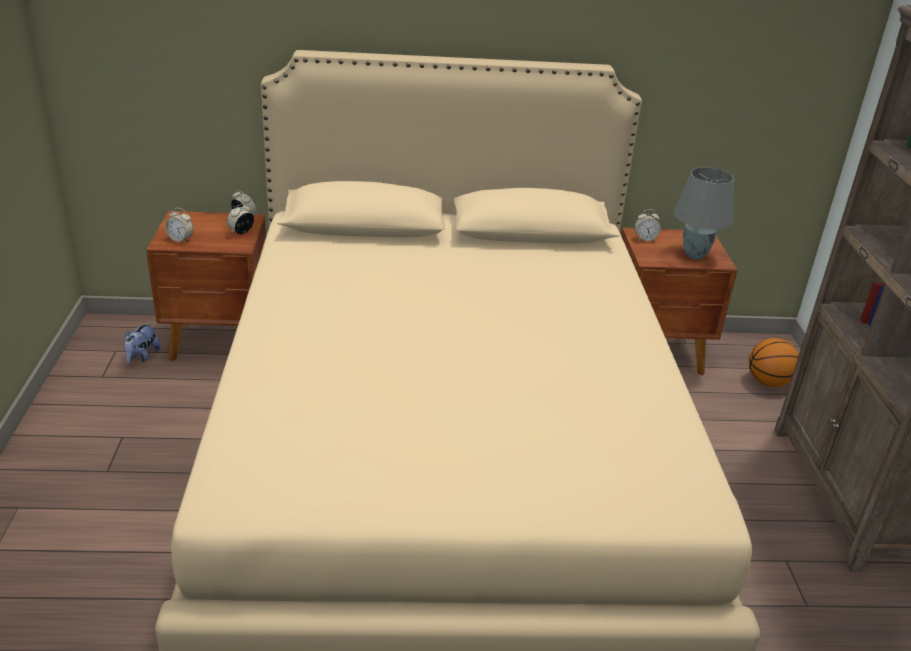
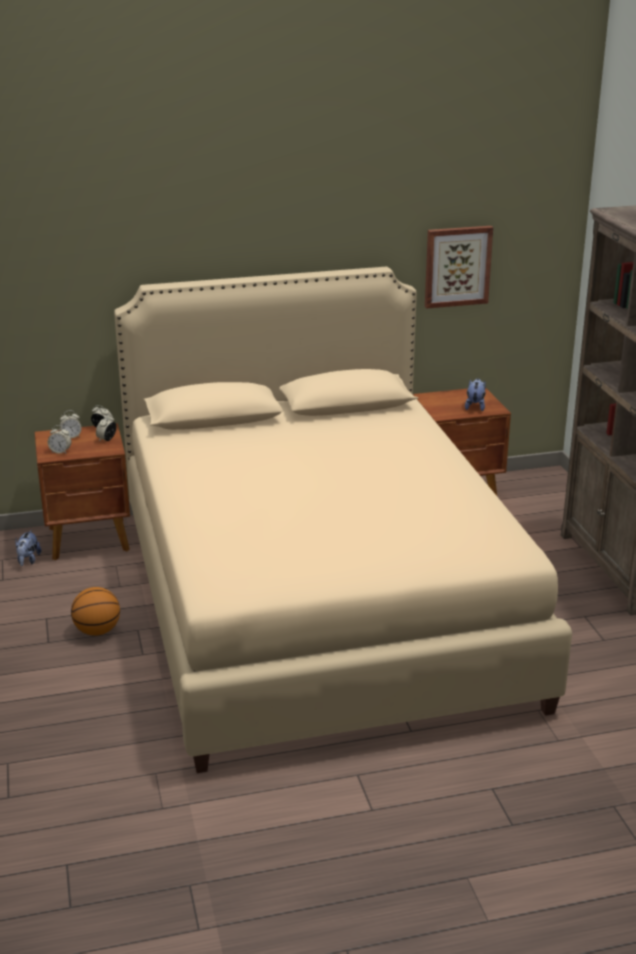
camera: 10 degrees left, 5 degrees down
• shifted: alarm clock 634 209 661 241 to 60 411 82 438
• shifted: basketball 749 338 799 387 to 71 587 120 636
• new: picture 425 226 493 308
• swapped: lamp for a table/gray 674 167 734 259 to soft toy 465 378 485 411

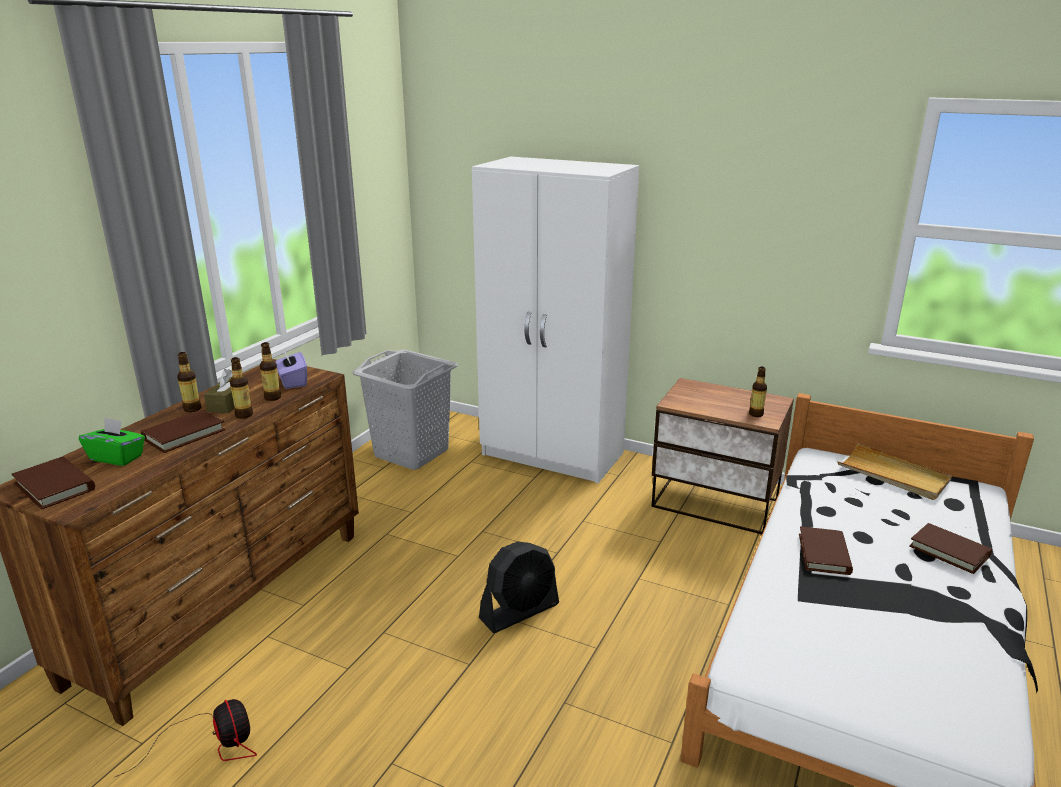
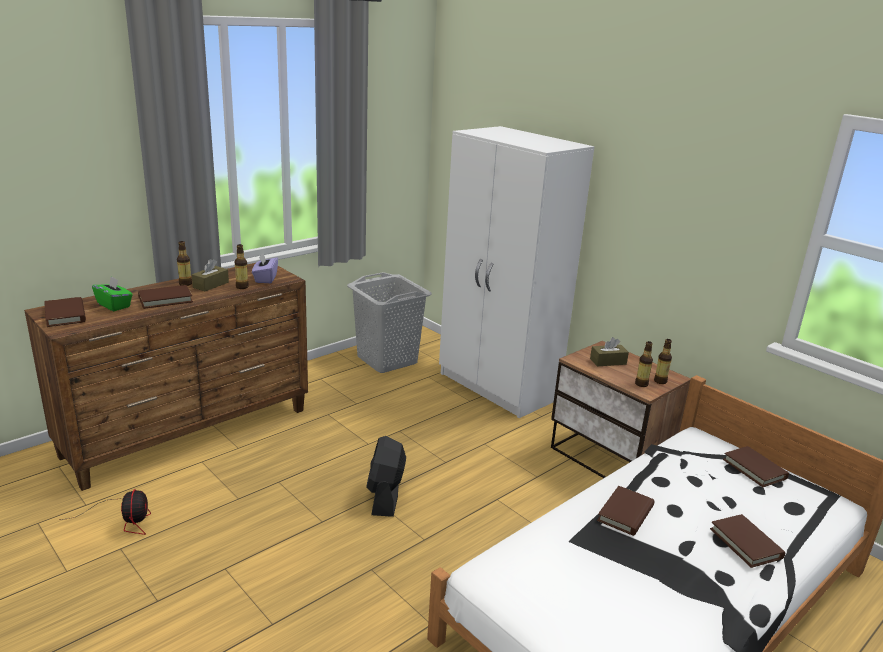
camera: 20 degrees right, 0 degrees up
• rotated: electric fan/black-coloured 479 541 559 633 = 366 436 406 517 105 degrees clockwise
• new: tissue holder/brown 590 337 629 366
• shifted: beverage bottle 230 357 253 419 to 654 339 672 384
• swapped: serving tray/sand-coloured 837 443 952 500 to volume/brown 723 446 789 487

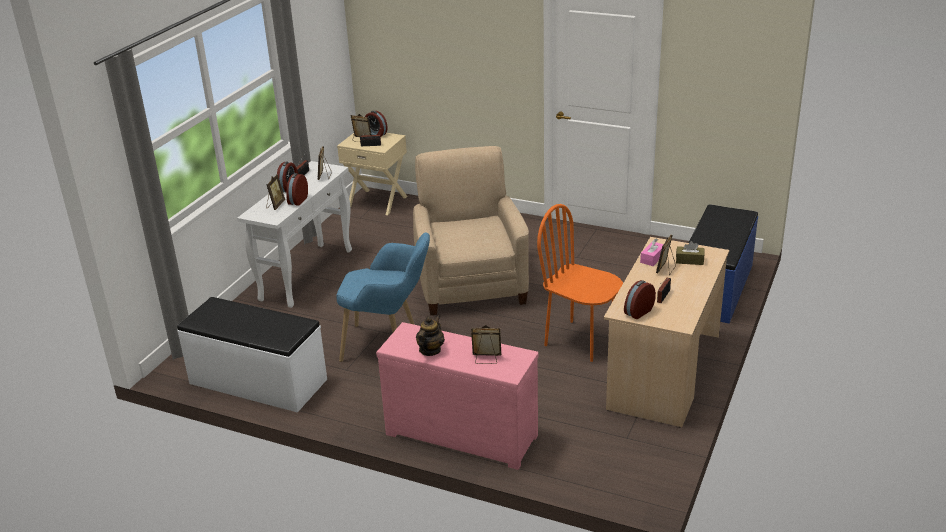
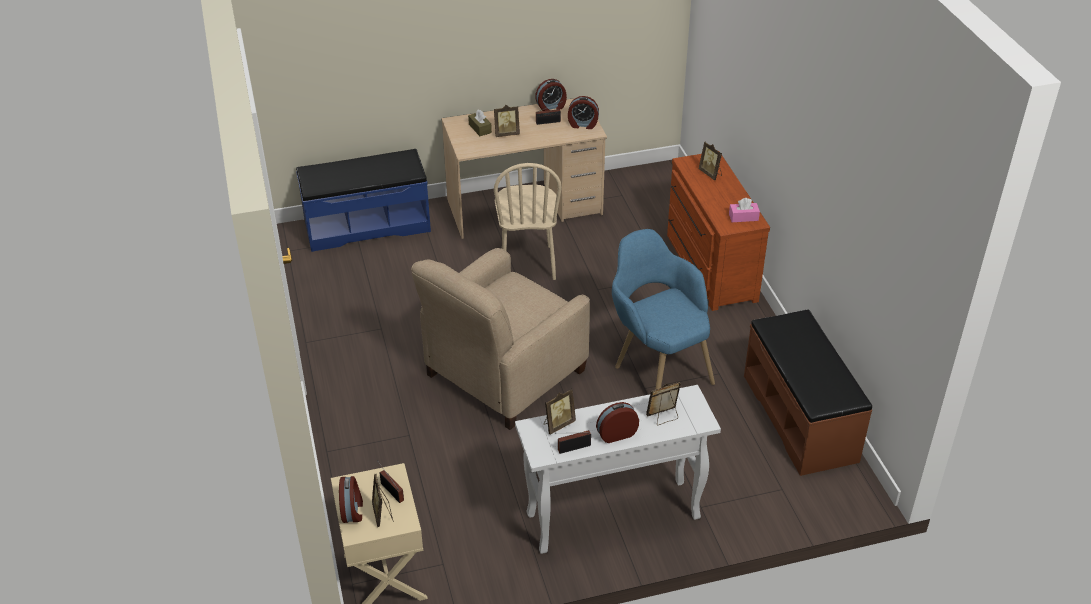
camera: 130 degrees left, 10 degrees up
• repainted: upright chair/orange-coloured 537 204 623 362 to upright chair/sand-coloured 494 163 562 280
• shifted: alarm clock 287 173 308 206 to 535 79 567 111
• repainted: chest of drawers/pink 376 322 539 470 to chest of drawers/brown 667 154 770 311
• shifted: tissue holder/pink 640 239 664 266 to 729 198 760 222
• repainted: long seat/white 177 297 327 413 to long seat/brown 744 310 872 476
• gone: pot for tea 416 315 445 356

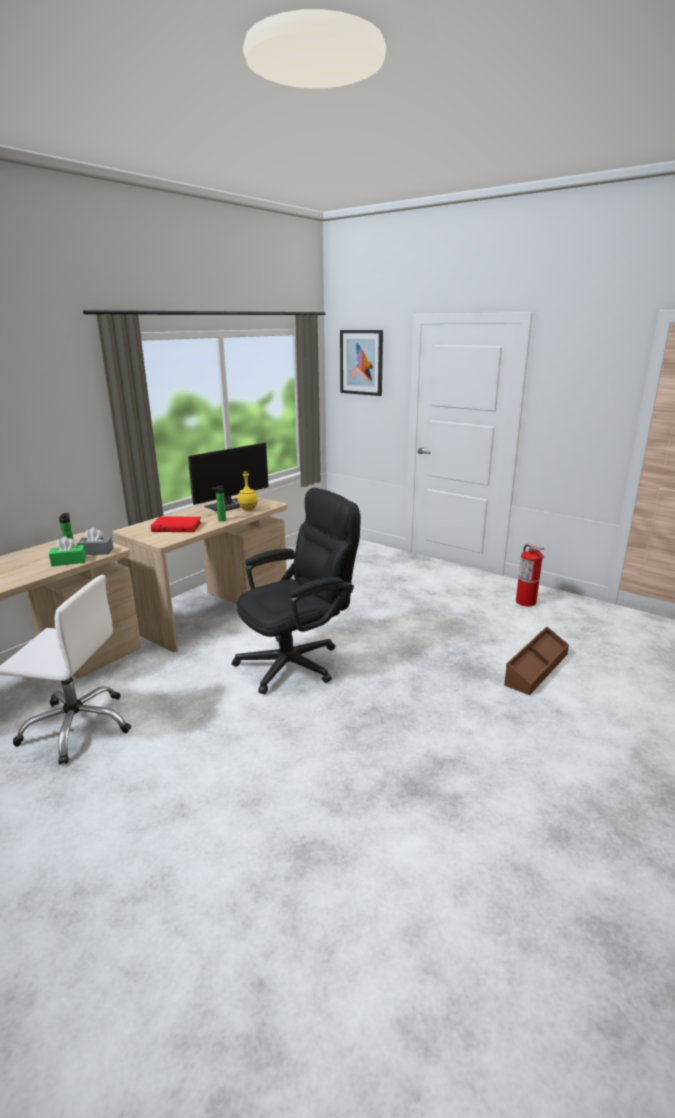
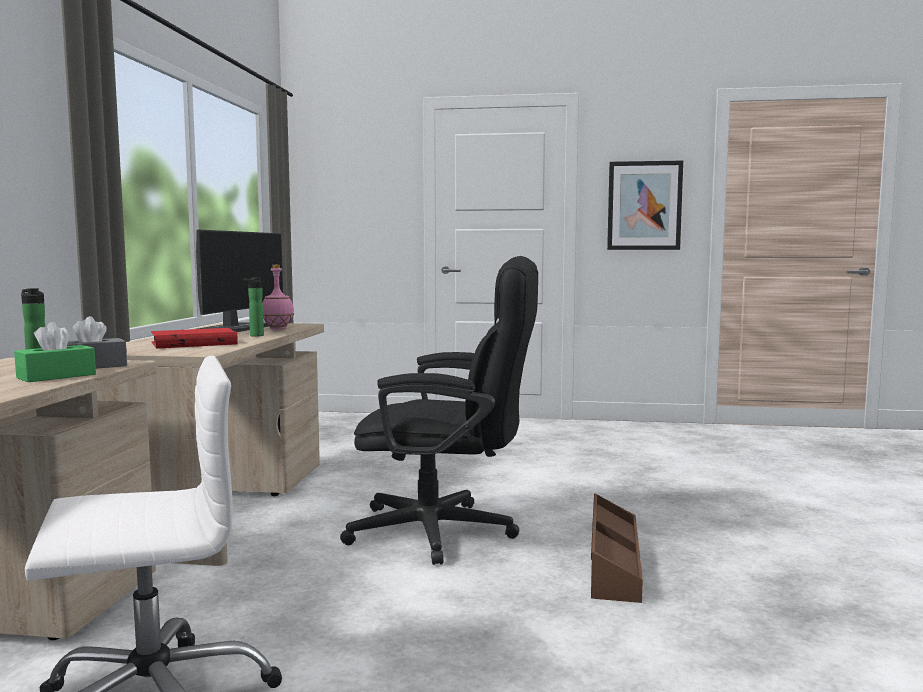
camera: 30 degrees left, 15 degrees down
• repainted: beverage bottle/yellow-coloured 238 471 258 512 to beverage bottle/pink 262 265 294 330
• rotated: computer chair/black-coloured 232 488 361 694 = 340 256 538 565 75 degrees clockwise
• shifted: storage box/brown 504 626 569 695 to 591 494 643 603
• shifted: picture 340 330 383 396 to 607 161 683 250
• gone: fire extinguisher 516 544 544 606

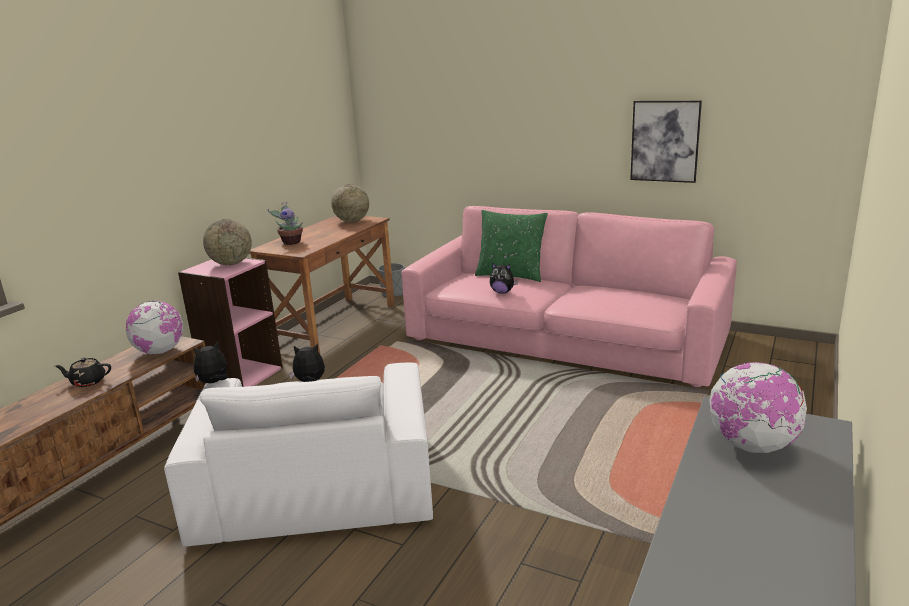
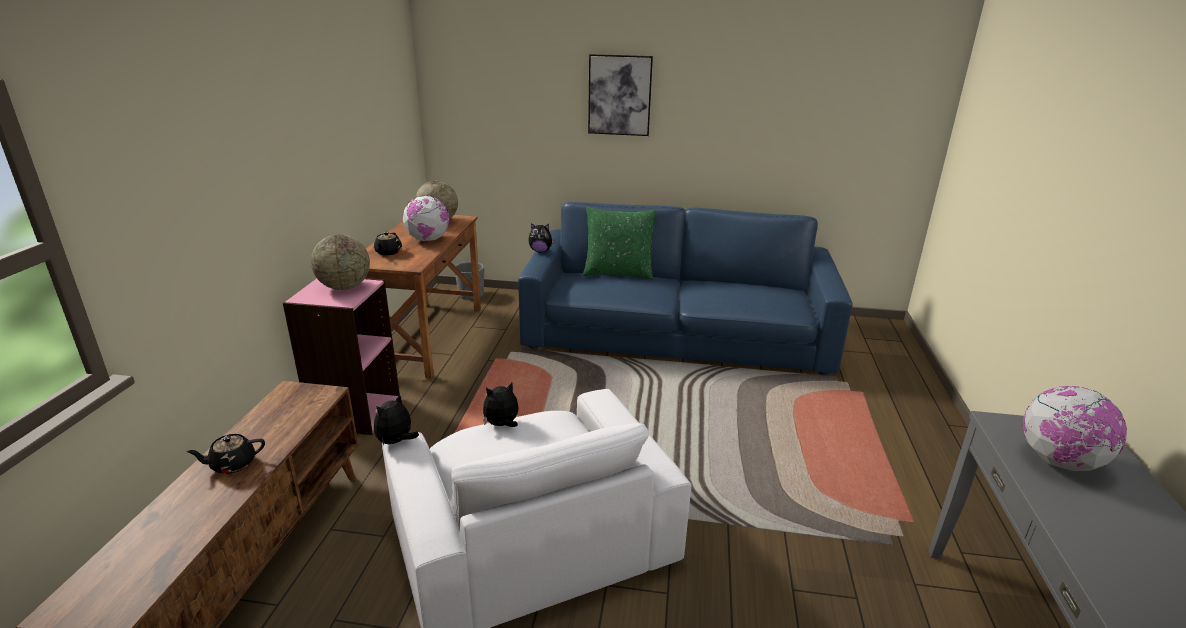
camera: 20 degrees left, 5 degrees up
• swapped: plant in a pot 267 202 303 245 to pot for tea/black-coloured 374 232 402 255
• shifted: desk globe 125 301 183 354 to 403 196 449 241
• repainted: couch/pink 401 206 737 387 to couch/blue 518 202 853 375
• shifted: soft toy 490 263 518 294 to 528 223 555 252
• shifted: picture 630 101 702 183 to 588 54 653 136

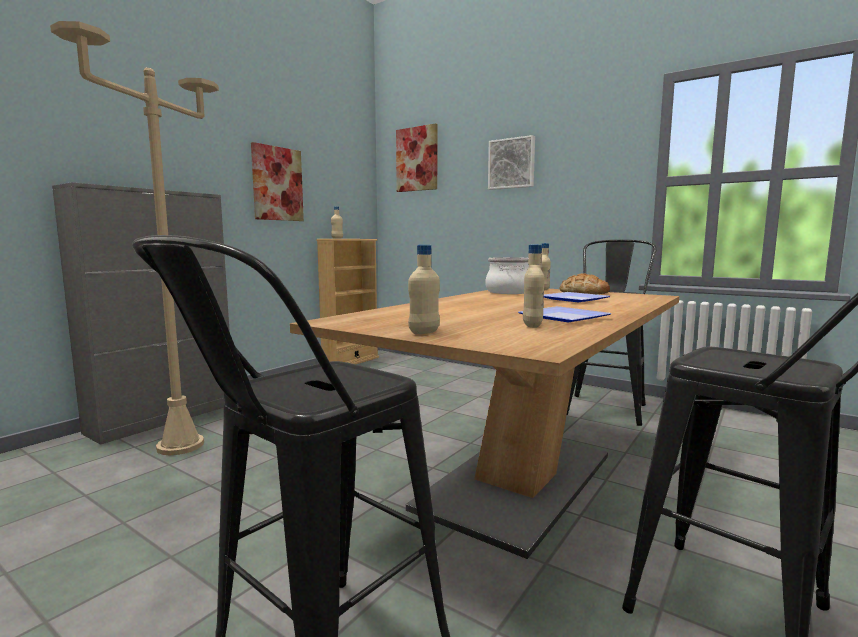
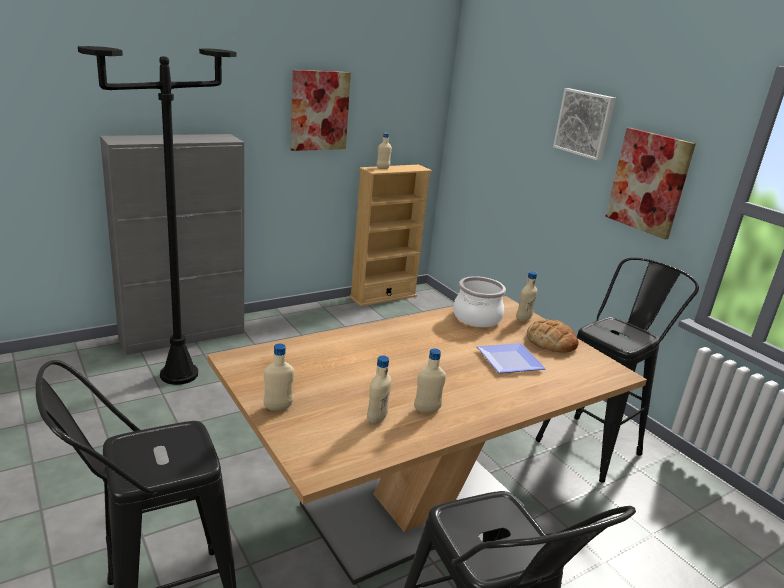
camera: 20 degrees right, 15 degrees up
• repainted: standard lamp/sand-coloured 50 21 219 455 to standard lamp/black-coloured 78 46 236 385
• swapped: dinner plate 518 306 611 322 to beverage bottle/sand-coloured 414 348 446 413
• shifted: picture 396 123 438 192 to 605 128 696 240

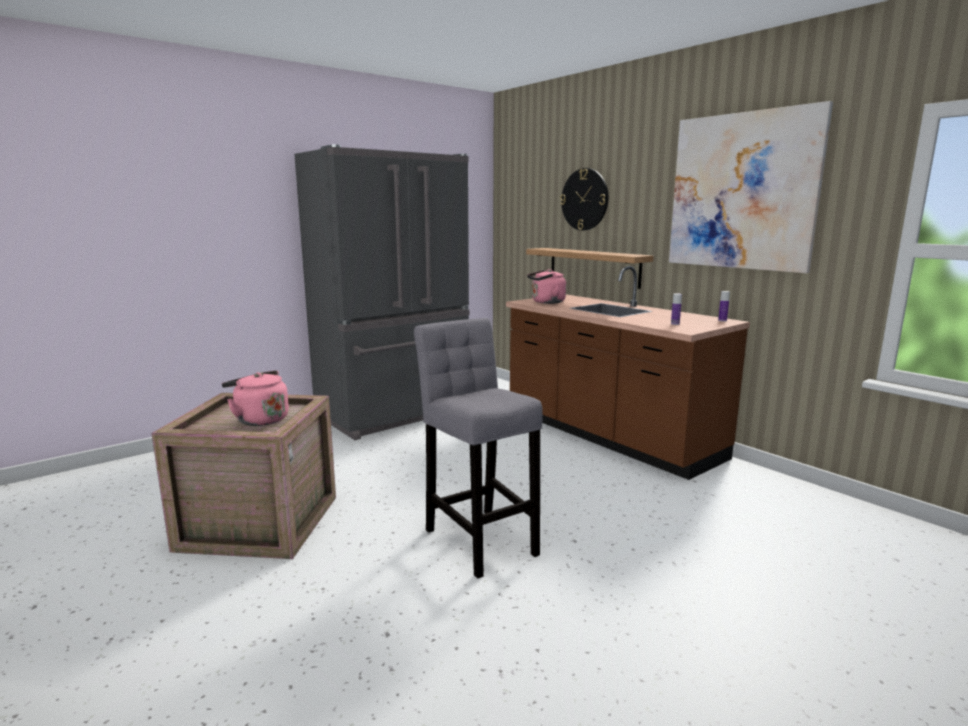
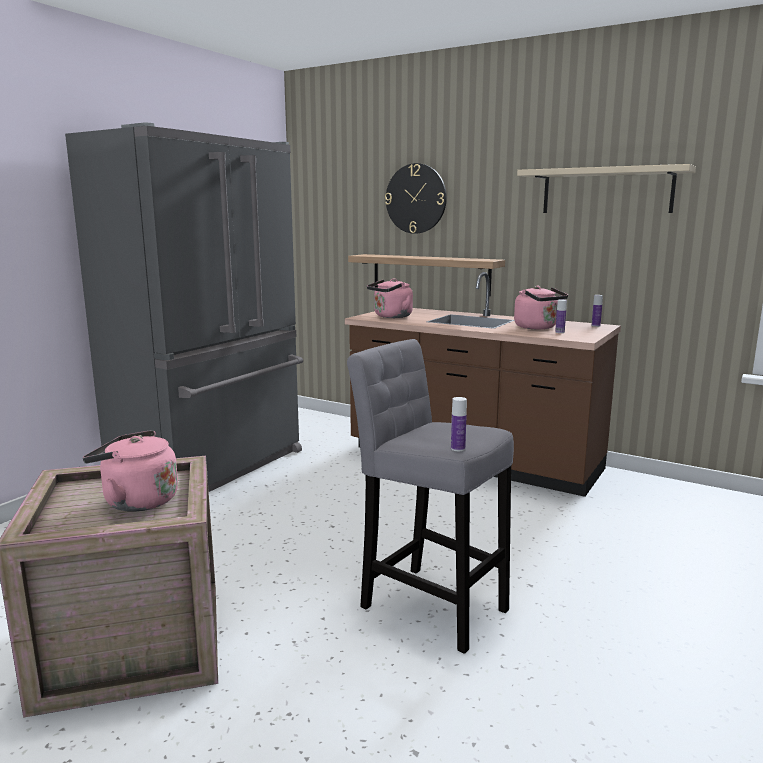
camera: 20 degrees left, 0 degrees up
• new: beverage bottle 451 397 467 451
• new: kettle/pink 514 286 568 329
• swapped: picture 669 101 833 273 to shelf/sand-coloured 517 164 696 213

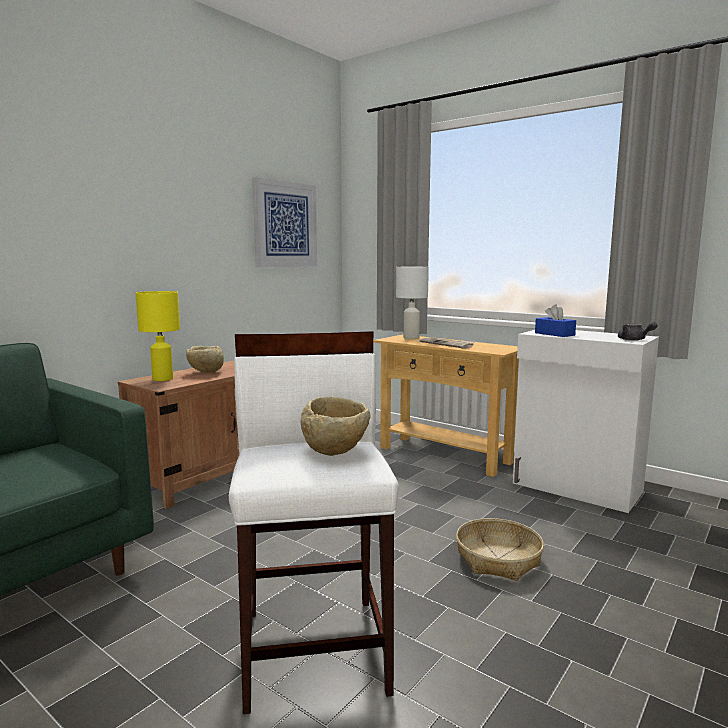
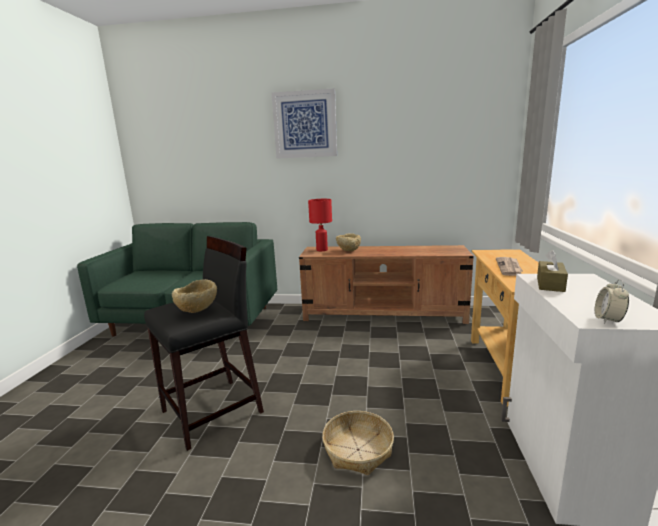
camera: 60 degrees right, 5 degrees up
• repainted: stool seat/white 229 331 399 714 to stool seat/black-coloured 144 236 264 451
• shifted: picture 252 177 317 267 to 272 88 337 159
• repainted: lamp for a table/yellow-coloured 136 291 180 381 to lamp for a table/red 308 199 332 251
• repainted: tissue holder/blue 535 304 576 337 to tissue holder/brown 537 250 568 292
• swapped: pot for tea/gray 618 322 658 340 to alarm clock 595 279 629 324
• gone: lamp for a table/white 396 267 429 339

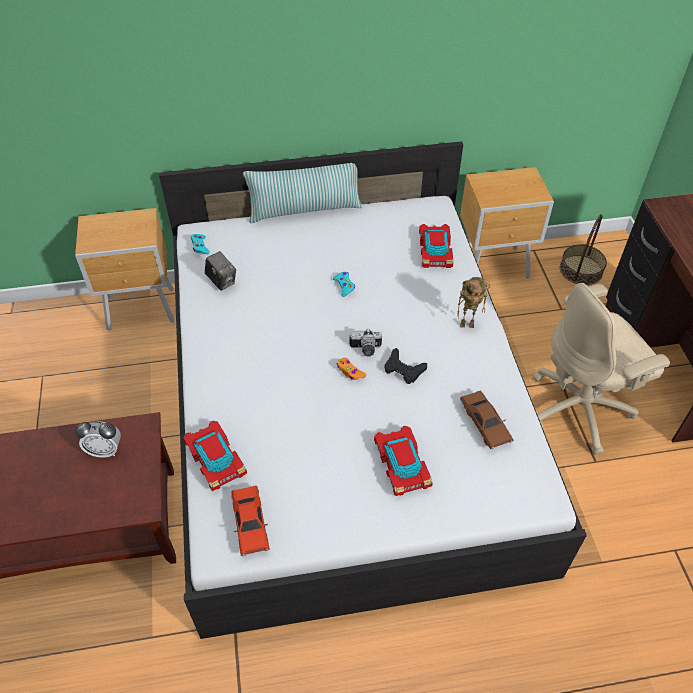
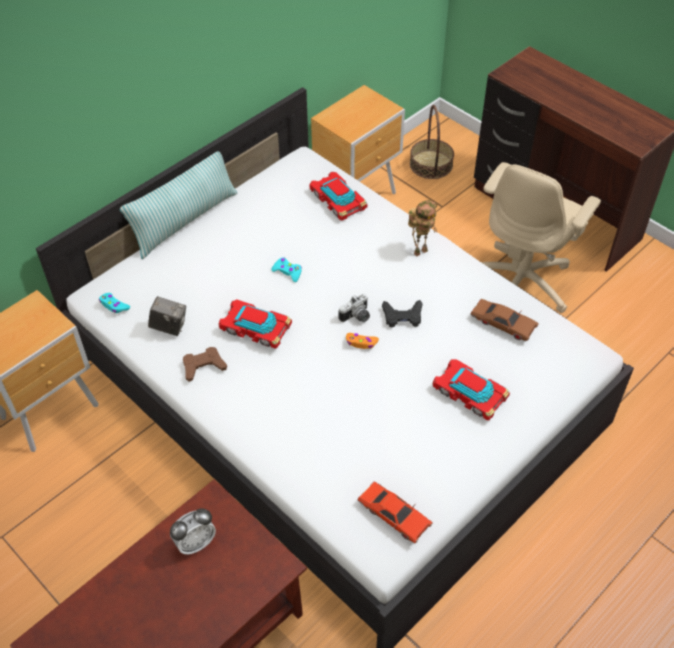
camera: 35 degrees left, 0 degrees up
• new: game controller/brown 183 347 227 382
• shifted: toy car 183 421 247 491 to 219 300 292 349

